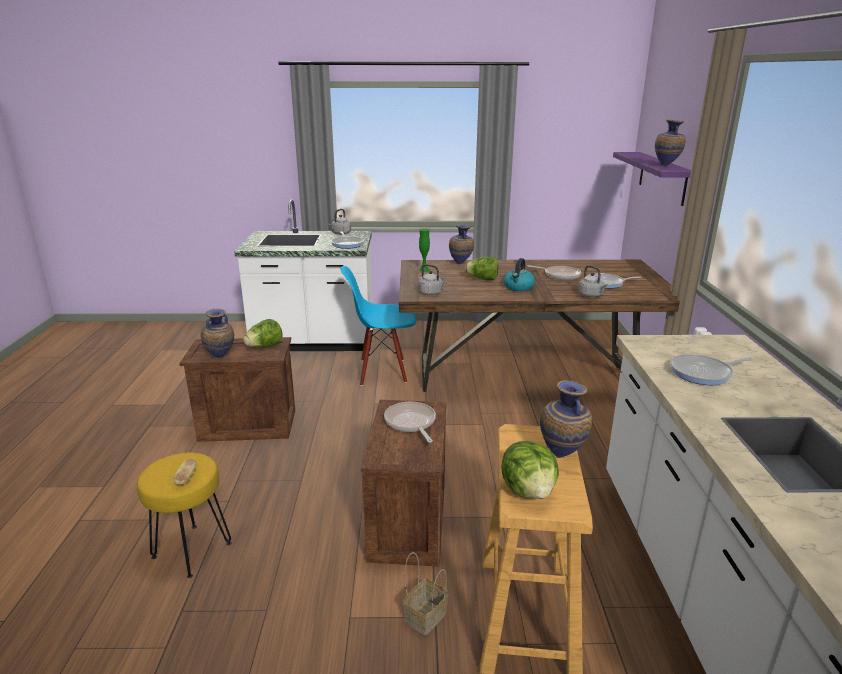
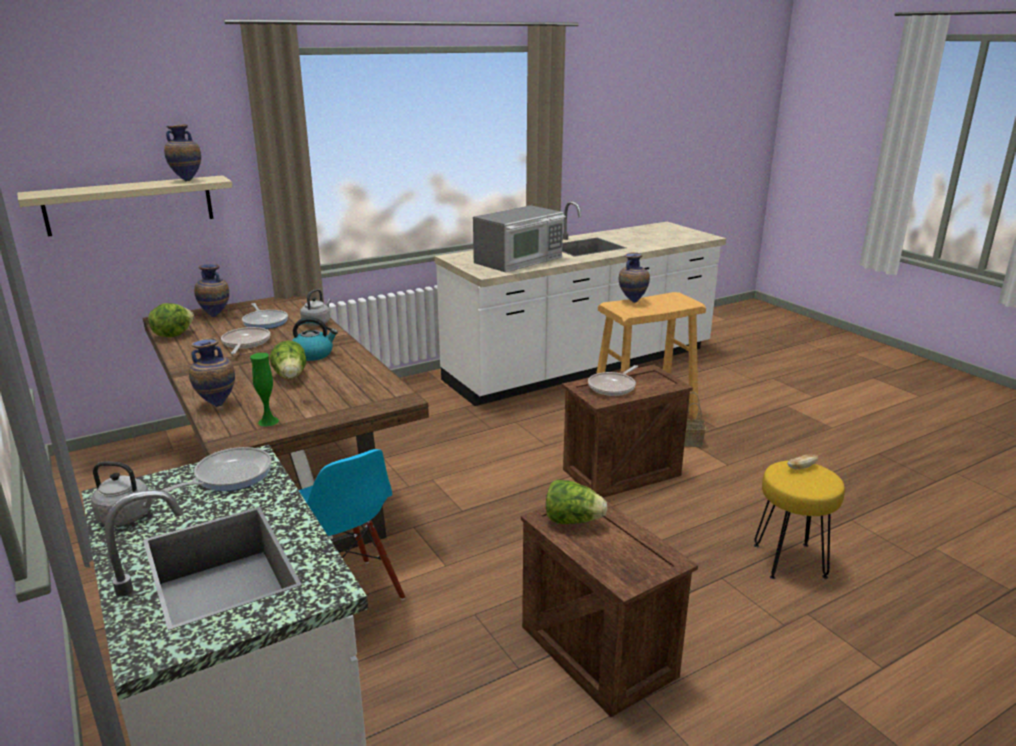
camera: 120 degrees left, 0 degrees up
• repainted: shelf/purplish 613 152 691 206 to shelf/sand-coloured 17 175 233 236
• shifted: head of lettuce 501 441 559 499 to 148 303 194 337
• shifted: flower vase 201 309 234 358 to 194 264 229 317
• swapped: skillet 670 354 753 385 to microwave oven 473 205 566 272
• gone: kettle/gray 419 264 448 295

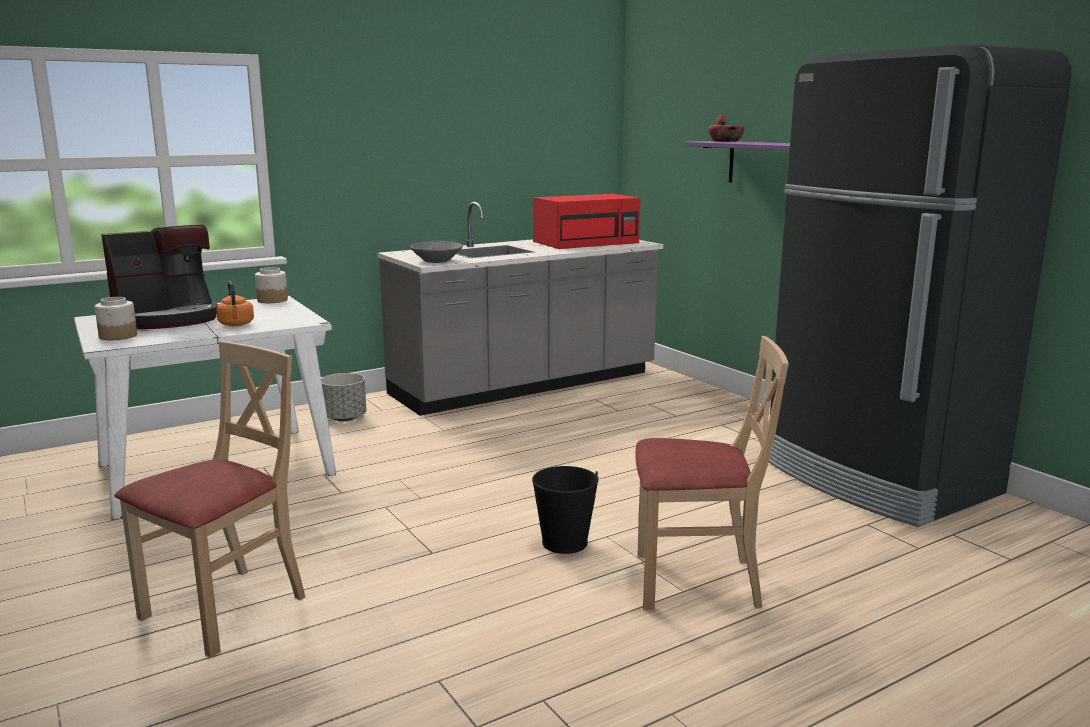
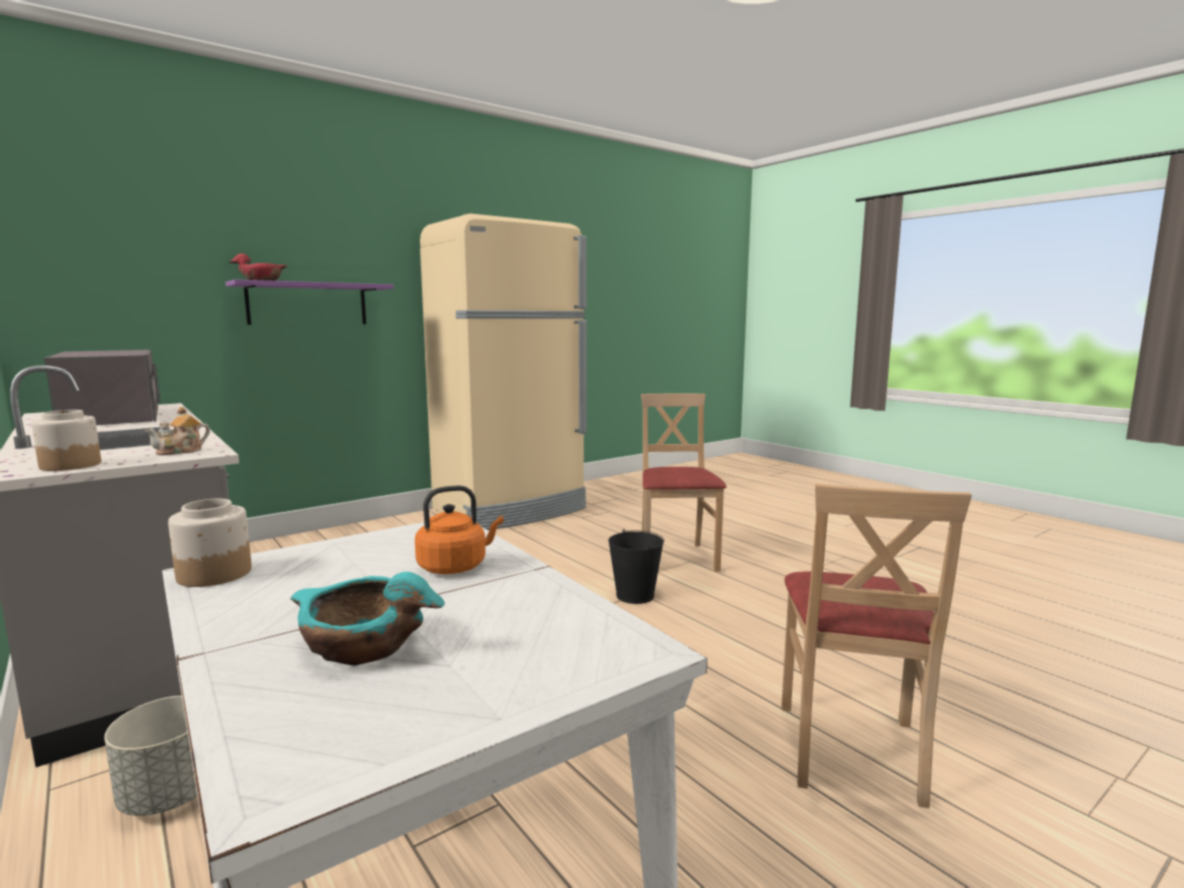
camera: 95 degrees left, 5 degrees down
• shifted: jar 95 297 137 340 to 31 410 101 471
• repainted: microwave oven/red 533 194 640 249 to microwave oven/gray 44 350 161 425
• swapped: serving bowl/gray 410 241 463 263 to pot for tea 145 407 210 455
• swapped: coffee maker 101 224 218 329 to serving bowl/turquoise-coloured 291 572 445 666
• repainted: fridge/black-coloured 769 44 1071 527 to fridge/sand-coloured 420 214 587 530
• rotated: upright chair/sand-coloured 114 341 305 658 = 782 483 972 808 105 degrees counterclockwise

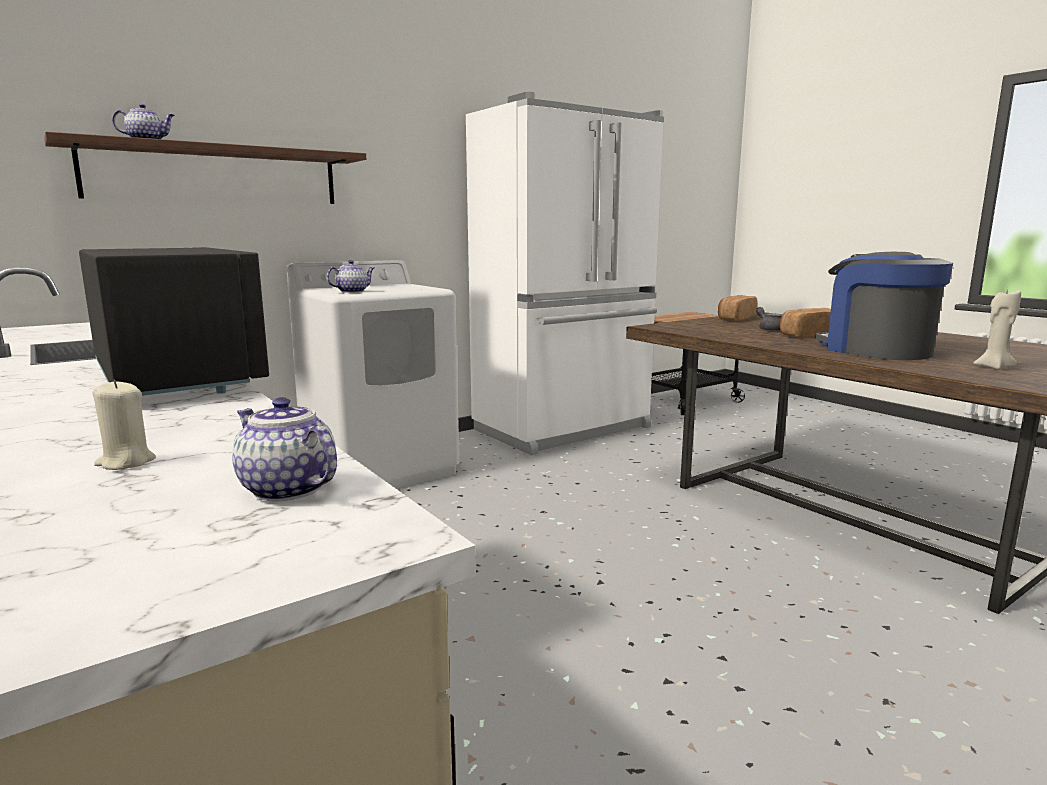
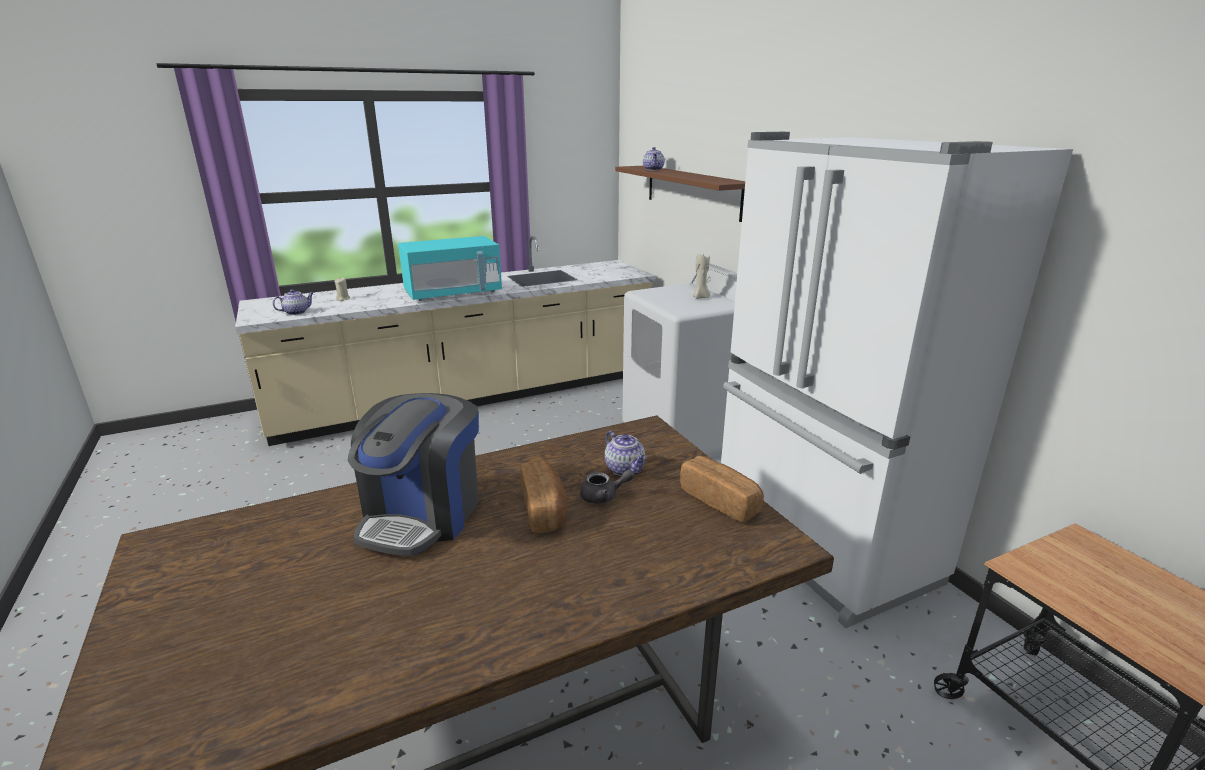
camera: 100 degrees right, 10 degrees up
• rotated: coffee maker 815 252 953 360 = 348 393 479 556 120 degrees clockwise
• repainted: microwave oven/black-coloured 79 247 269 396 to microwave oven/turquoise-coloured 398 236 502 301
• shifted: pot for tea 326 260 374 293 to 605 431 646 476
• shifted: wax candle/sand-coloured 974 288 1021 370 to 693 254 710 299

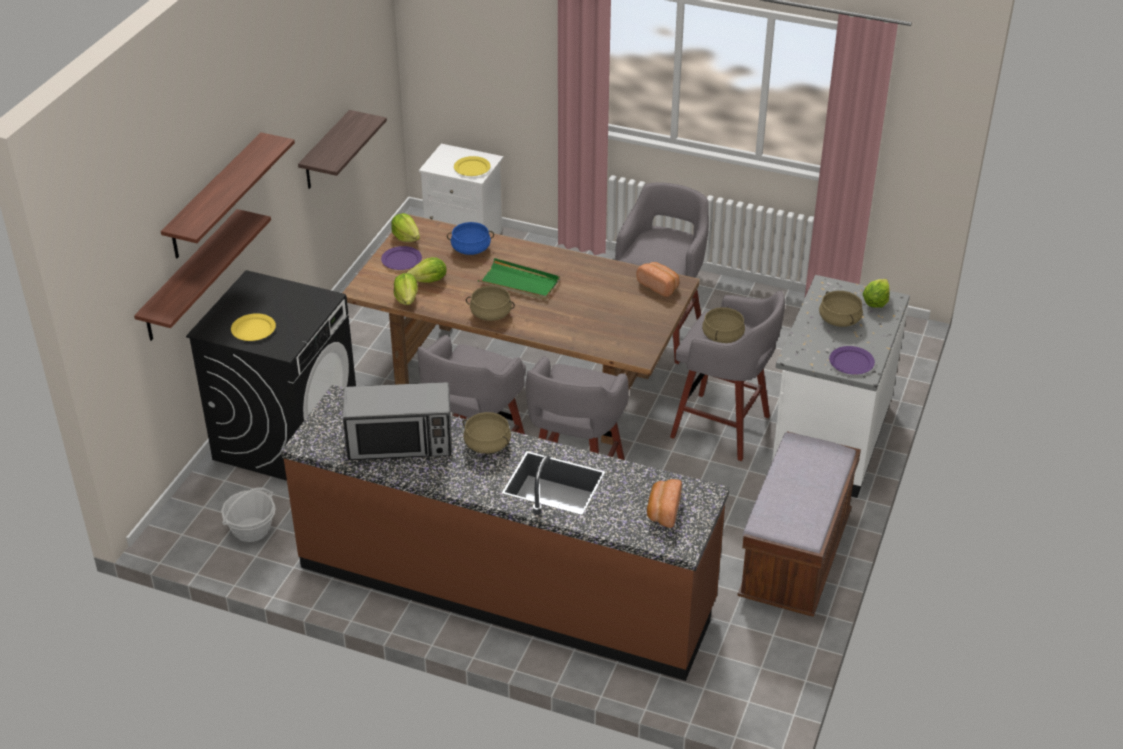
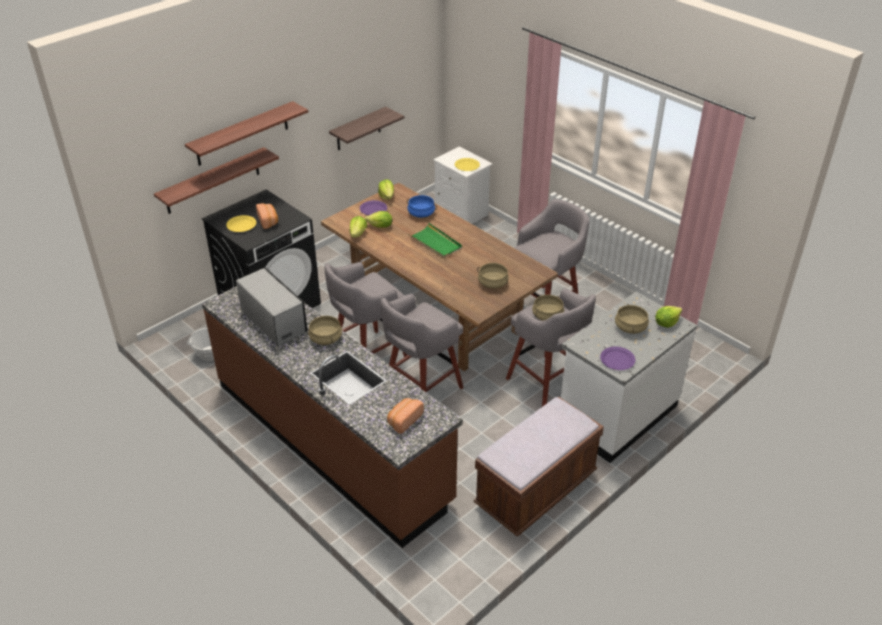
camera: 25 degrees right, 0 degrees up
• rotated: microwave oven 343 382 452 460 = 236 268 307 346 150 degrees counterclockwise
• shifted: bakery bread 636 262 679 297 to 256 203 278 229
• shifted: saucepot/sand-coloured 466 286 515 321 to 477 263 509 289

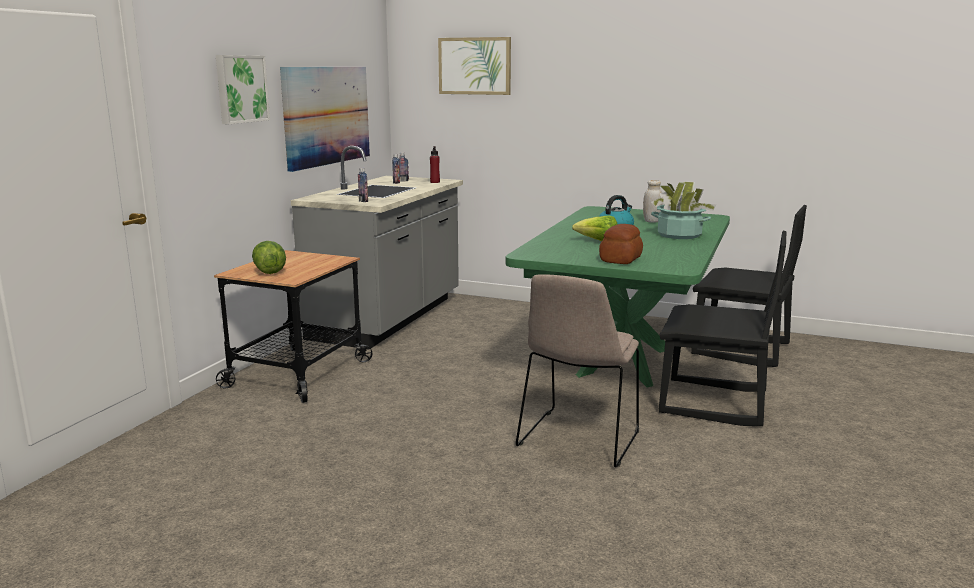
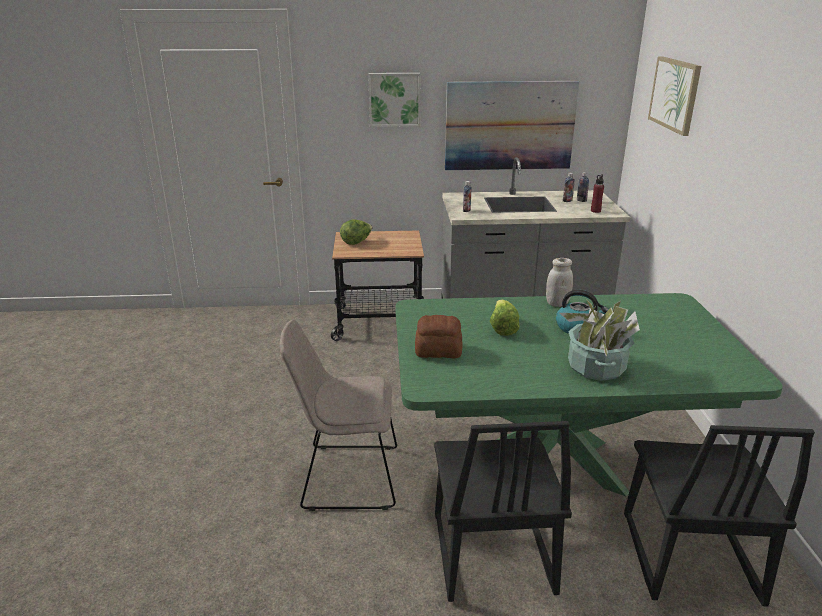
camera: 65 degrees right, 10 degrees up
• shifted: jar/white 643 180 662 223 to 546 258 573 307

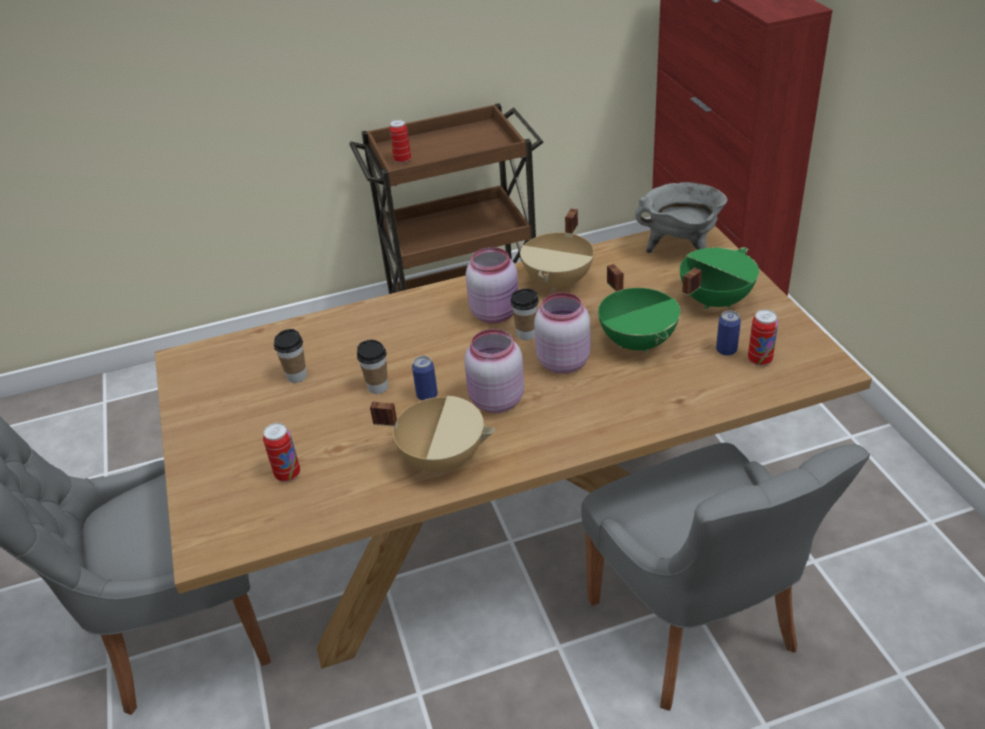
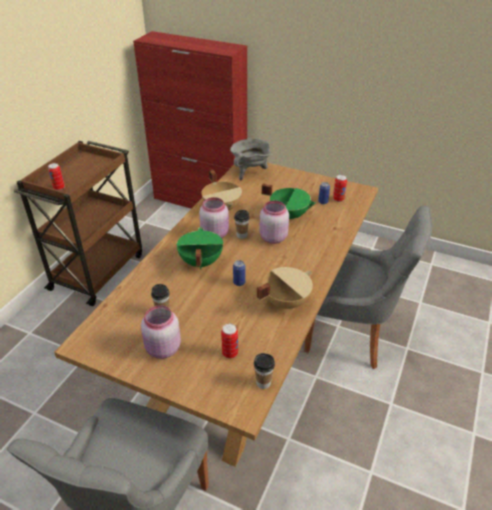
camera: 50 degrees left, 0 degrees up
• shifted: jar/pink 464 329 524 413 to 141 305 181 359
• shifted: saucepot/greenish 680 247 759 309 to 177 227 223 269
• shifted: cup 357 340 388 394 to 254 353 275 389

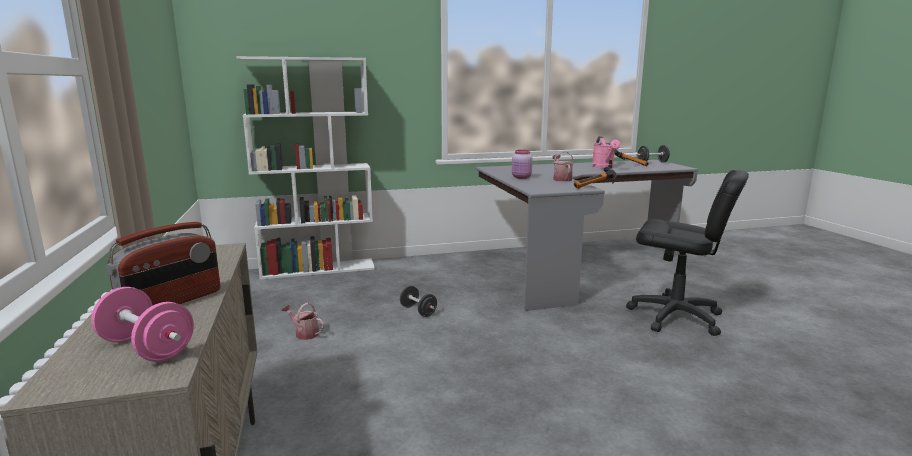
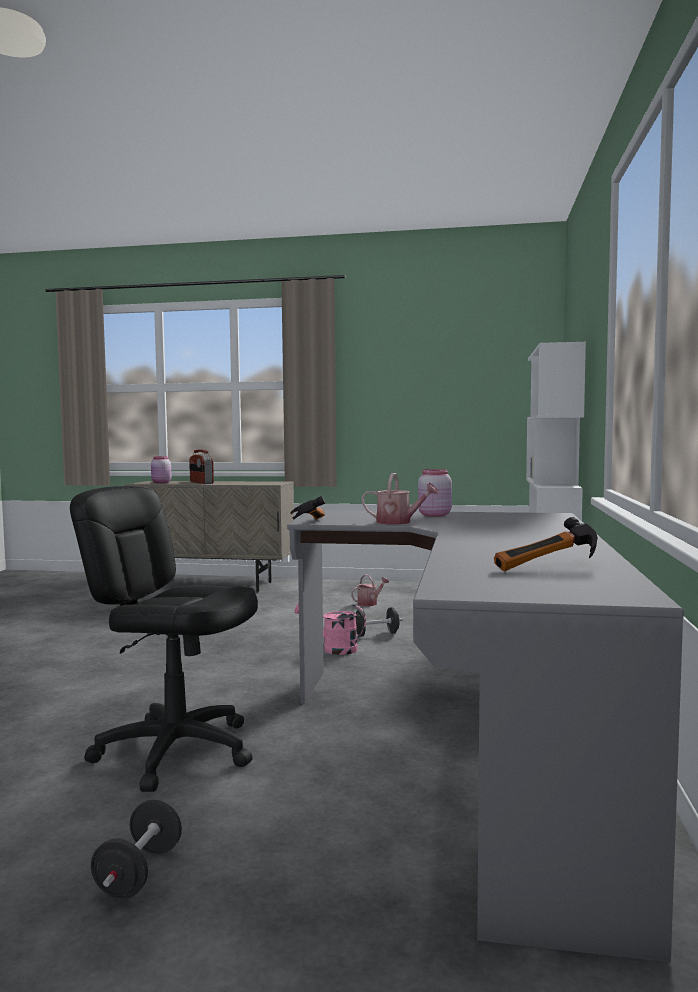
camera: 115 degrees right, 10 degrees down
• rotated: computer chair/black-coloured 626 170 749 336 = 70 486 258 792 60 degrees clockwise
• shifted: hand weight/black-coloured 637 145 670 162 to 91 800 182 899
• swapped: hand weight/pink 91 287 194 362 to jar/pink 151 456 171 483
• shifted: watering pot/pink 592 137 621 169 to 294 603 366 655

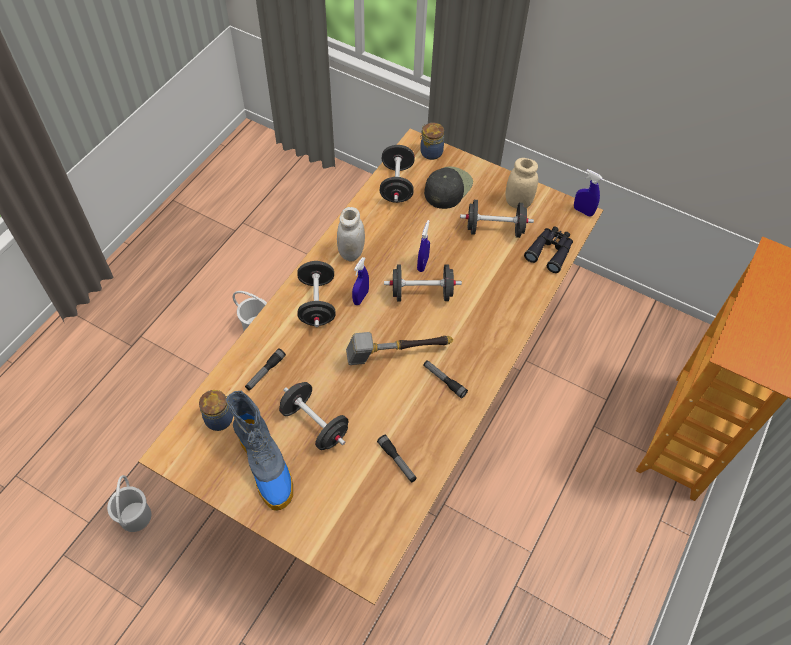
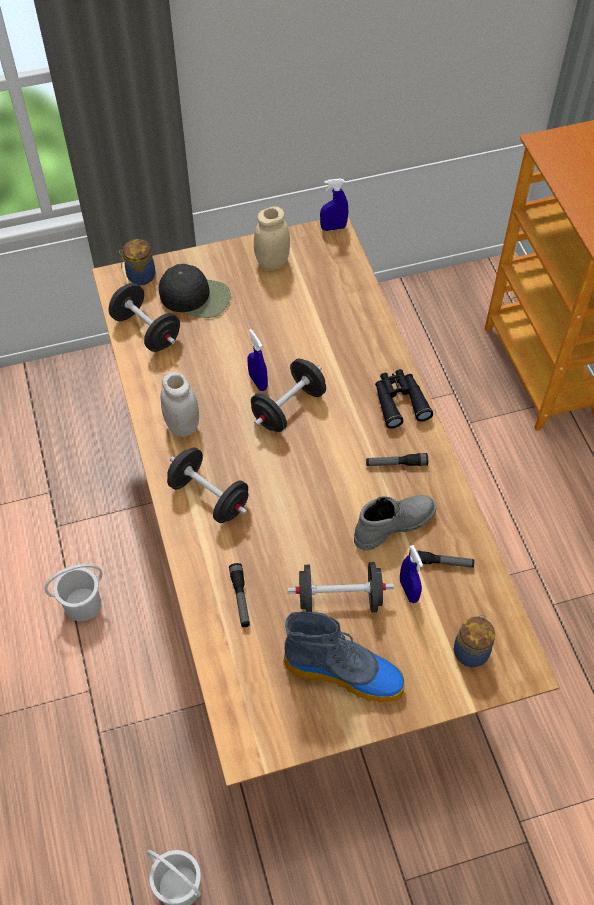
camera: 45 degrees left, 0 degrees up
• rotated: baseball cap/black-coloured 424 166 473 209 = 159 264 231 318 120 degrees clockwise
• new: boot/gray 354 495 436 551
• shifted: binoculars/black-coloured 524 226 573 273 to 375 369 433 429
• shifted: spray bottle/blue 352 257 369 305 to 400 545 423 603
• shifted: jar 199 390 233 431 to 454 614 495 667
• gone: hammer 346 332 453 365
• gone: hand weight/black-coloured 460 200 534 238

